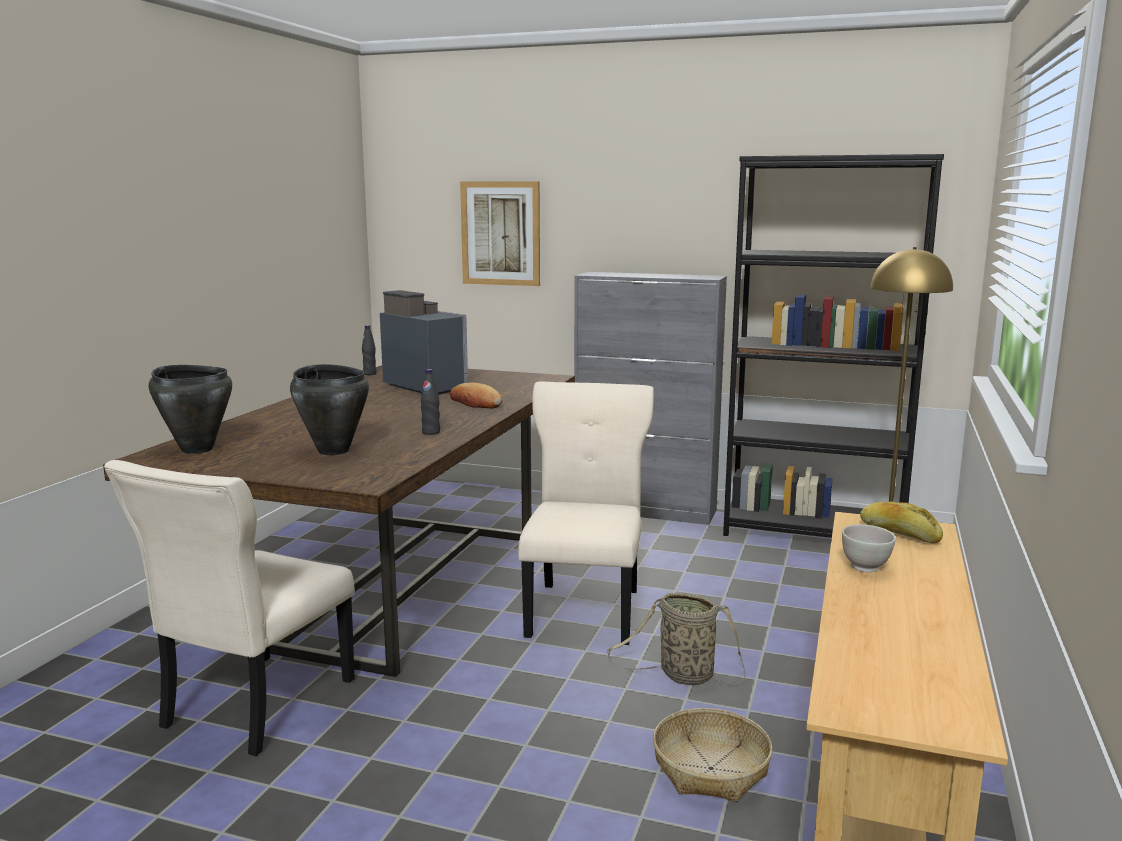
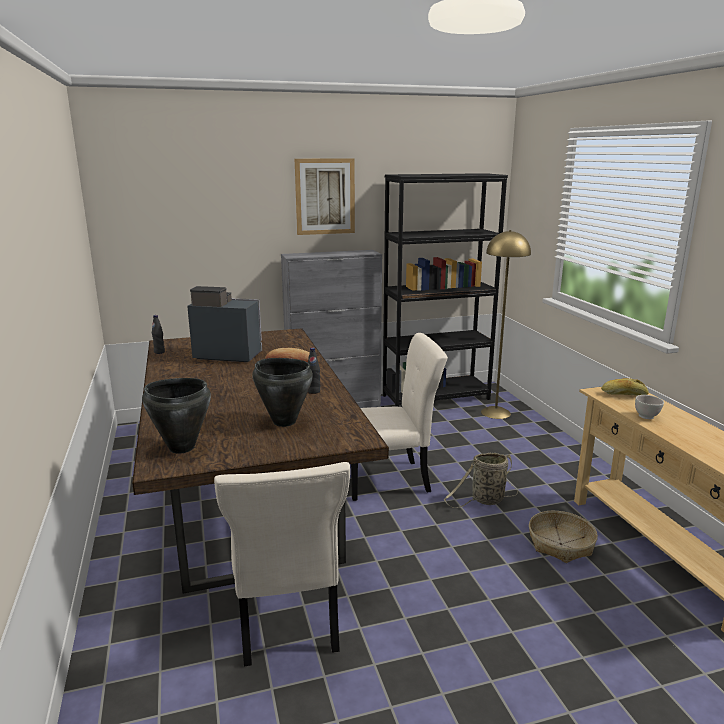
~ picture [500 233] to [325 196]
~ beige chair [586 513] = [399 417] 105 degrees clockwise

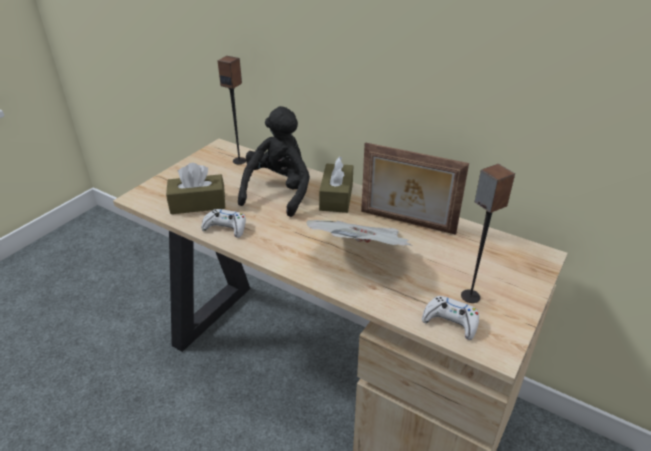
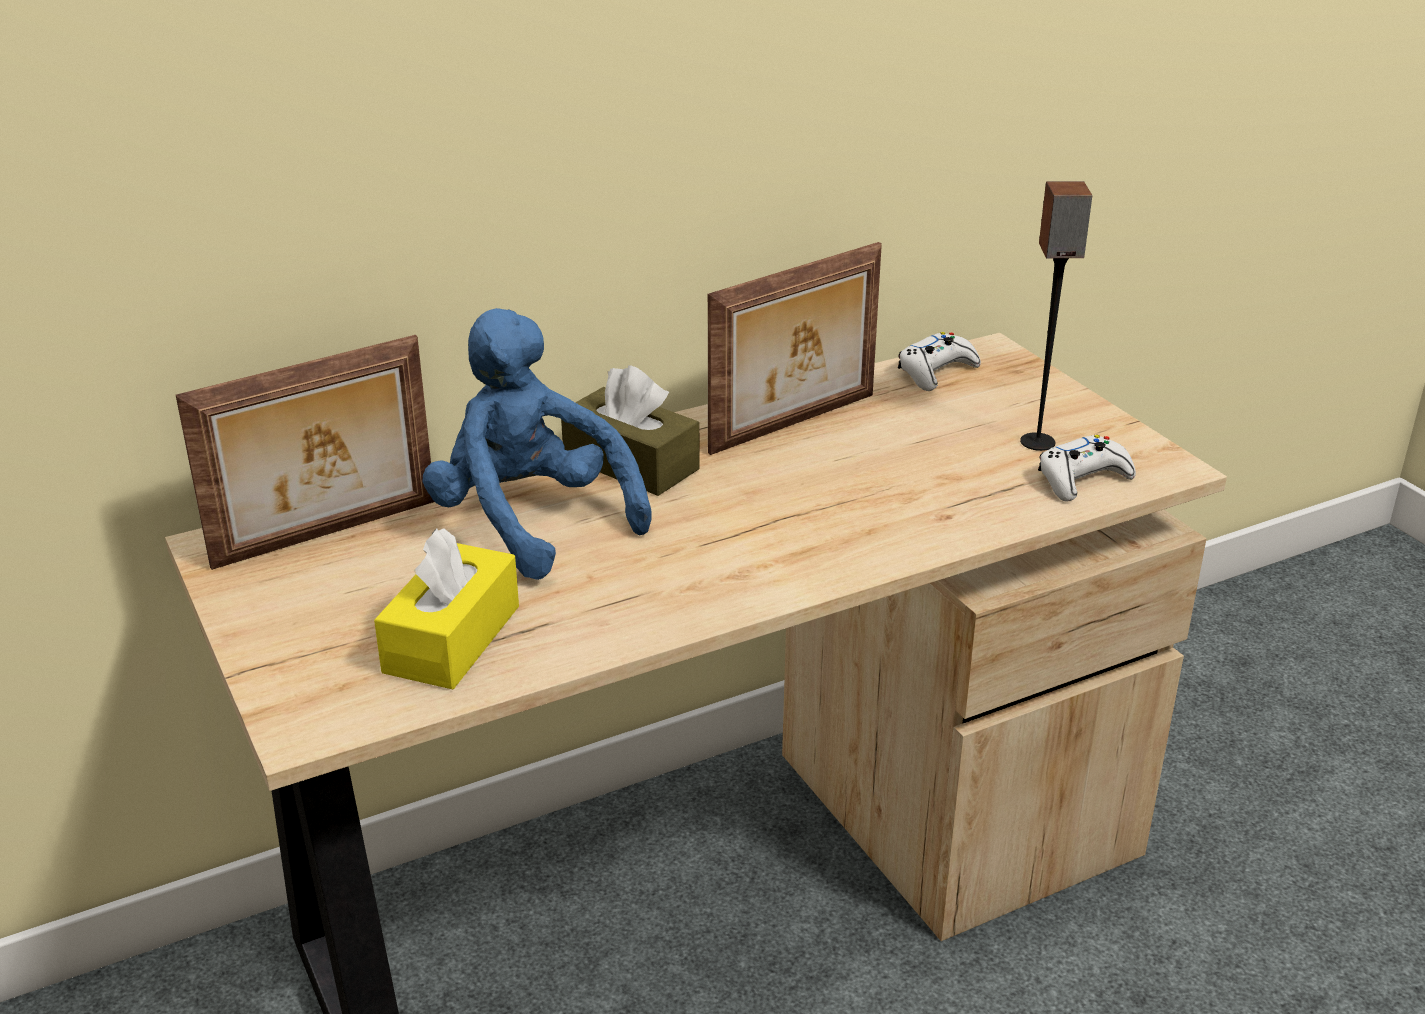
- newspaper [359 233]
~ white game controller [223 223] to [939 361]
~ speaker [232 110] to picture frame [305 452]
~ brown tissue box [195 188] to yellow tissue box [446 609]
~ black plush toy [274 161] to blue plush toy [537 444]

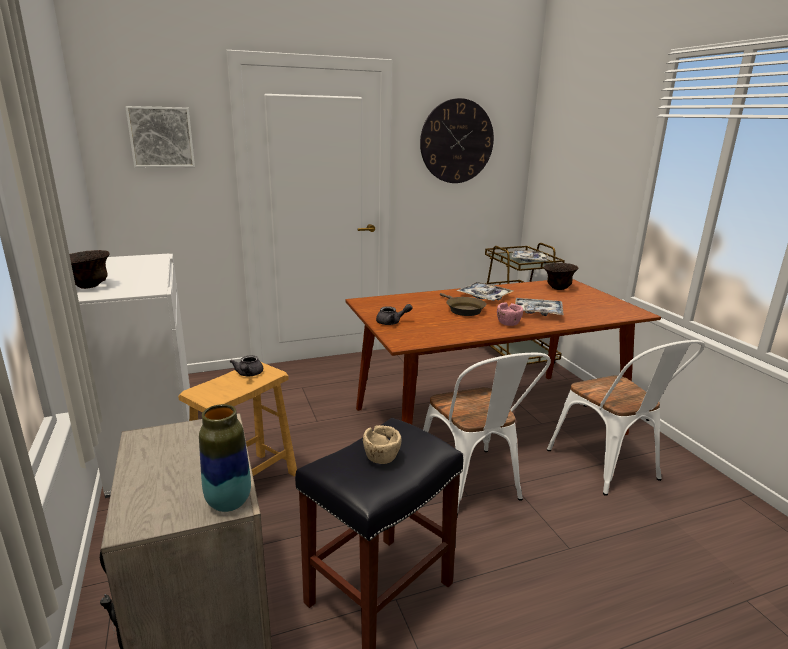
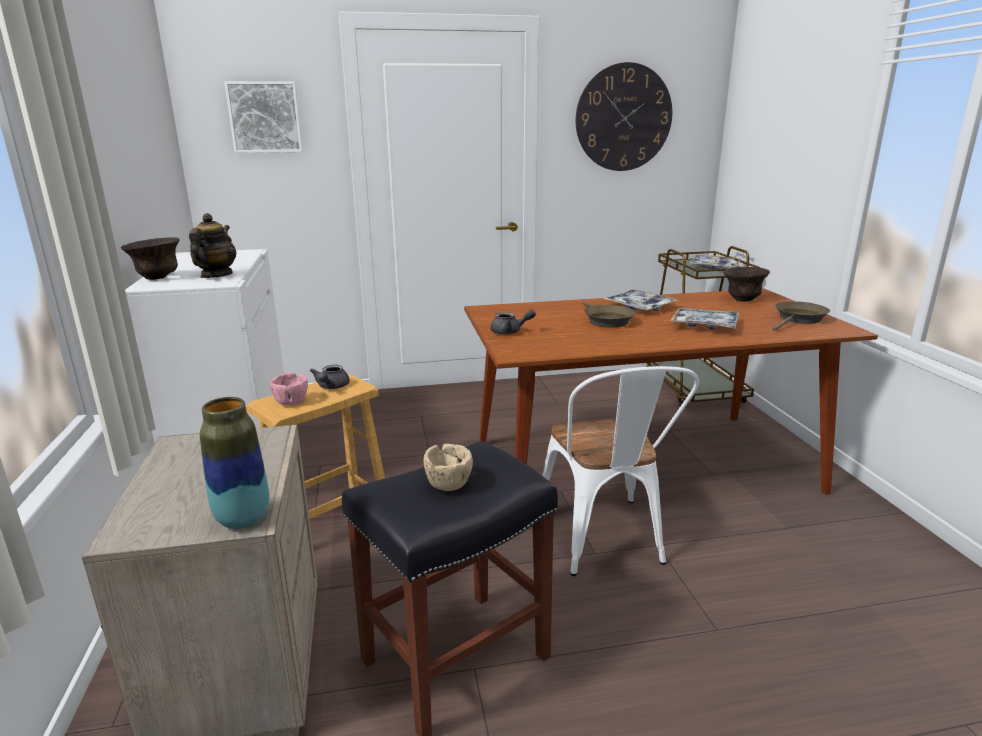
- white chair [626 418]
+ teapot [213 245]
+ brown frying pan [801 316]
~ pink bowl [510 314] to [289 388]

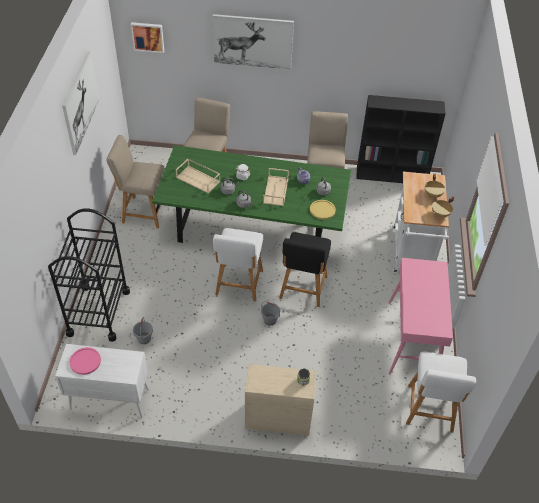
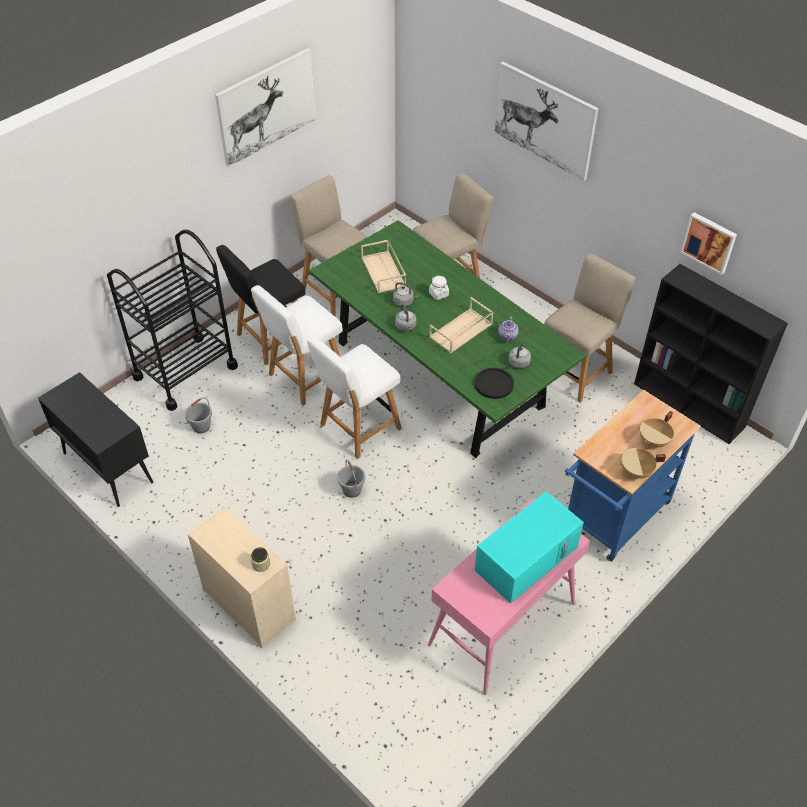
- pink plate [85 361]
+ turquoise microwave [529 547]
~ picture [147 37] to [708 243]
~ black chair [305 269] to [260 305]
~ white chair [441 392] to [297 345]
~ white cabinet [102 381] to black cabinet [95 439]
~ yellow plate [323 210] to black plate [494 383]
~ white cart [420 222] to blue cart [633 476]

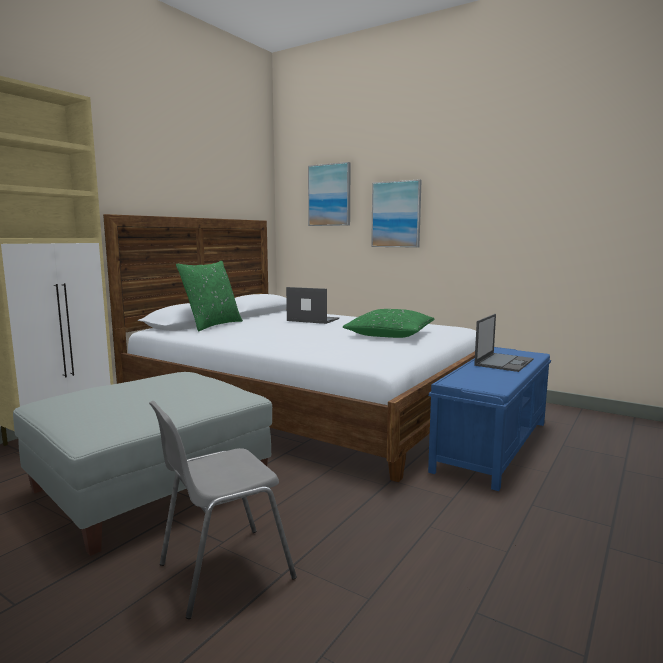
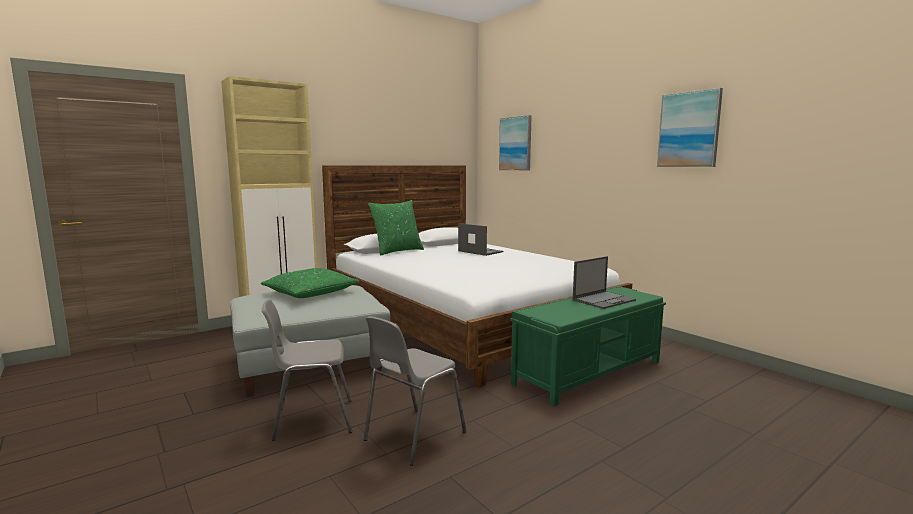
+ grey chair [415 391]
~ green pillow [388 323] to [310 283]
~ picture [396 213] to [690 127]
~ blue bench [489 419] to green bench [588 346]

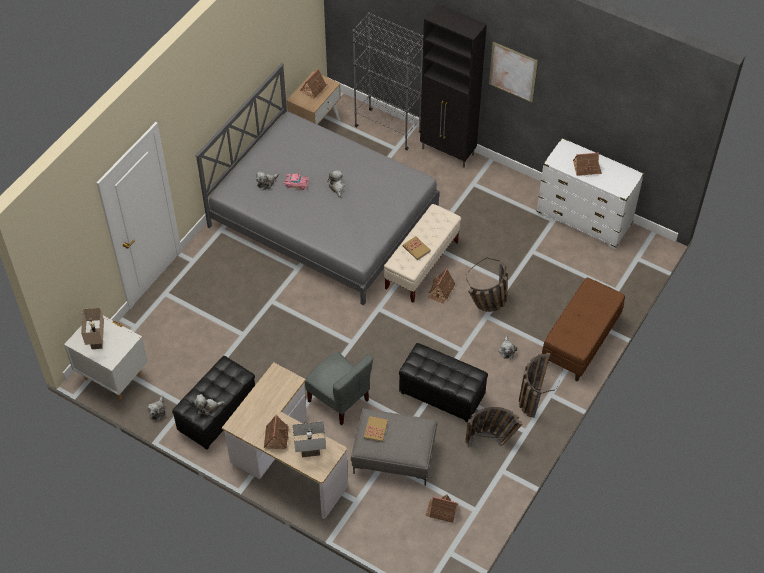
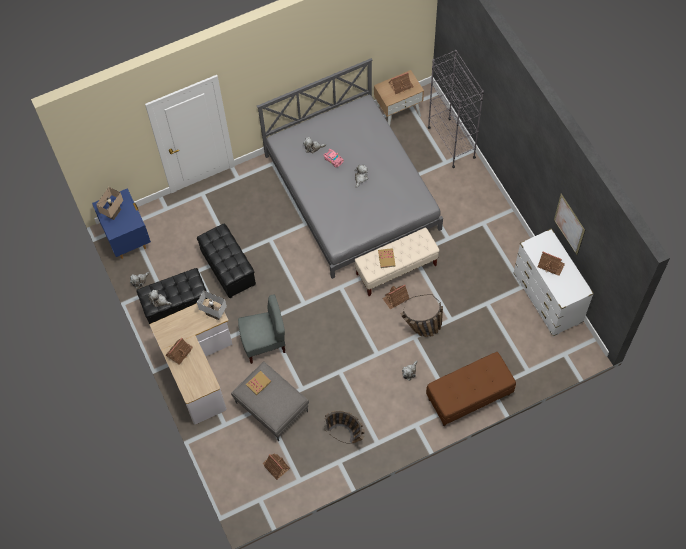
- black cabinet [453 86]
- basket [540 385]
~ white table lamp [309 439] to [212 305]
~ black ottoman [443 383] to [226 260]
~ picture [513 72] to [570 224]
~ white nightstand [106 358] to blue nightstand [121 223]
~ grey chair [339 388] = [262 329] 90 degrees counterclockwise

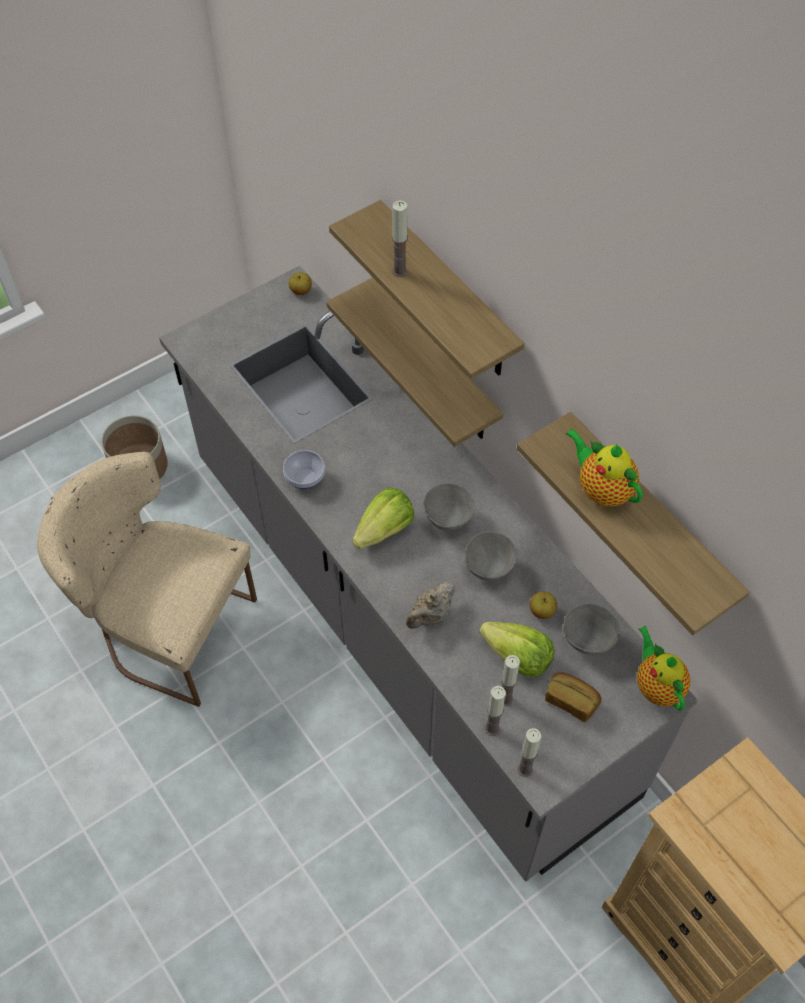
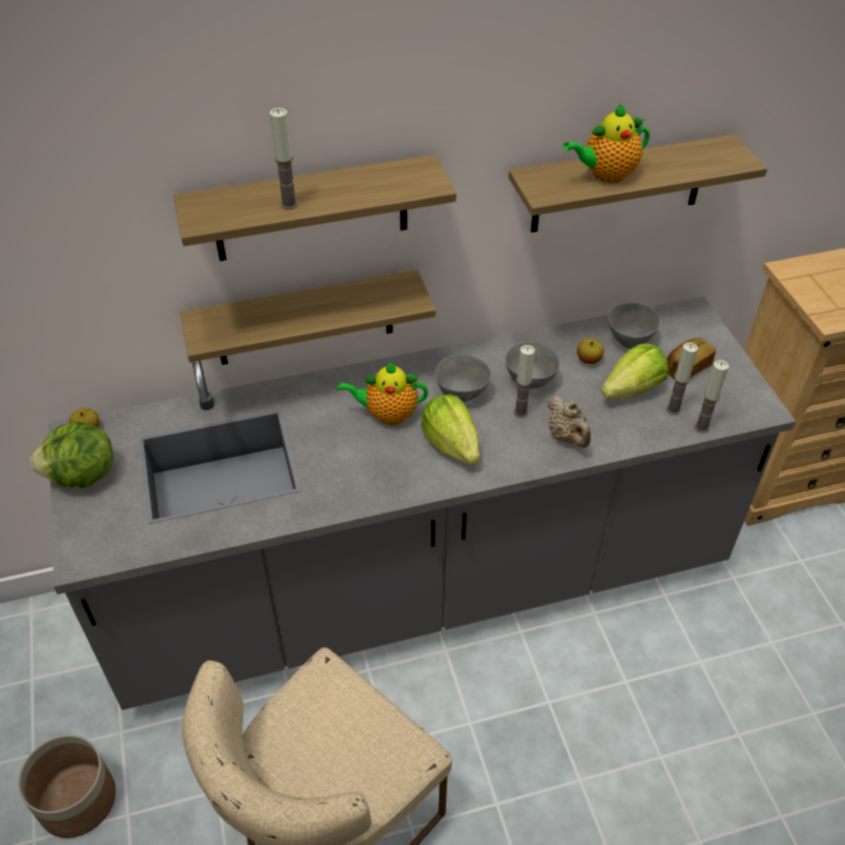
- bowl [304 469]
+ lettuce [71 455]
~ candle [529 752] to [524 381]
~ teapot [663 668] to [382 393]

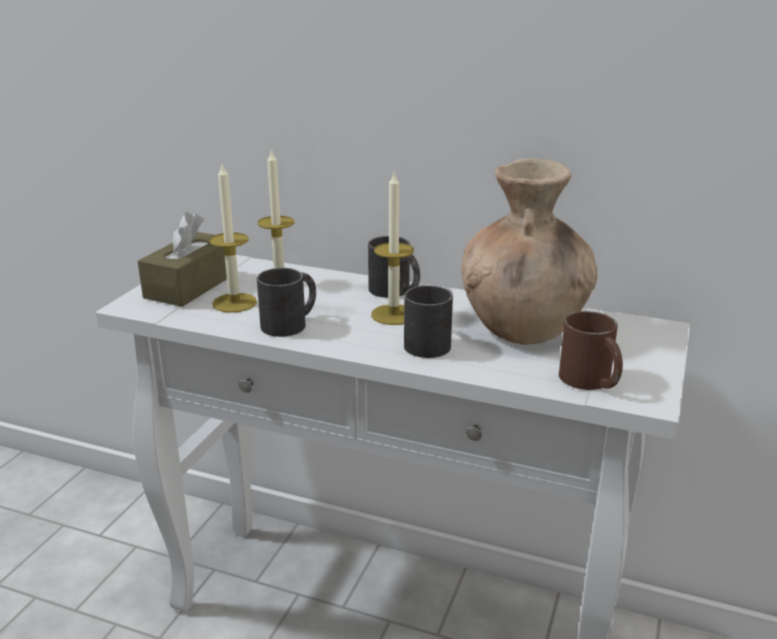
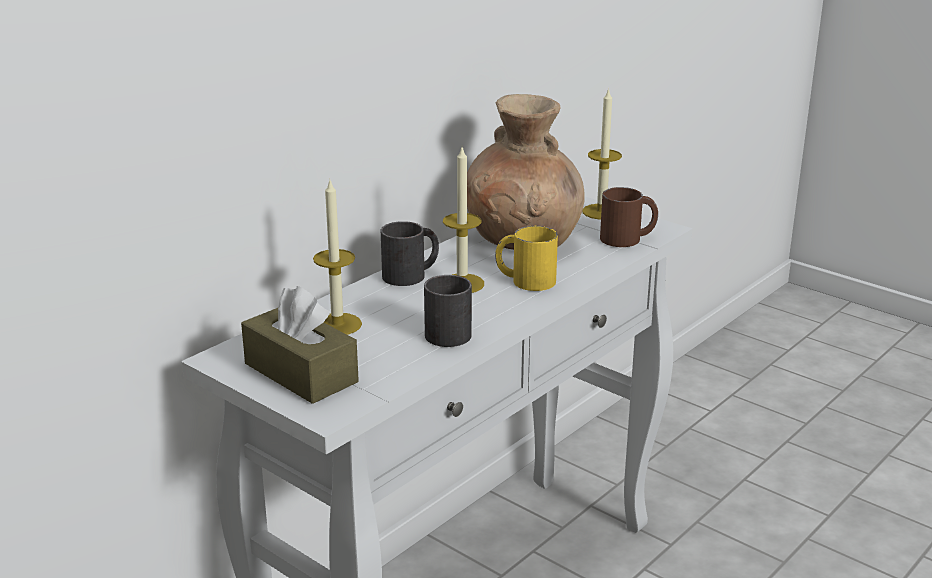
~ candle [233 239] to [602 154]
~ black mug [428 321] to yellow mug [526 258]

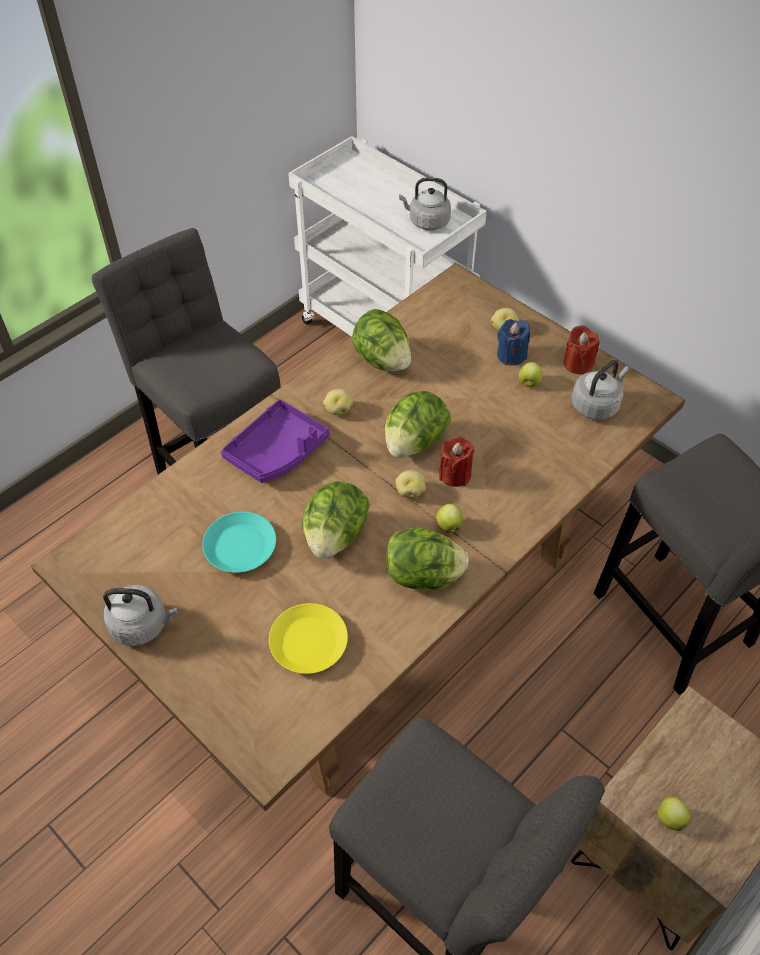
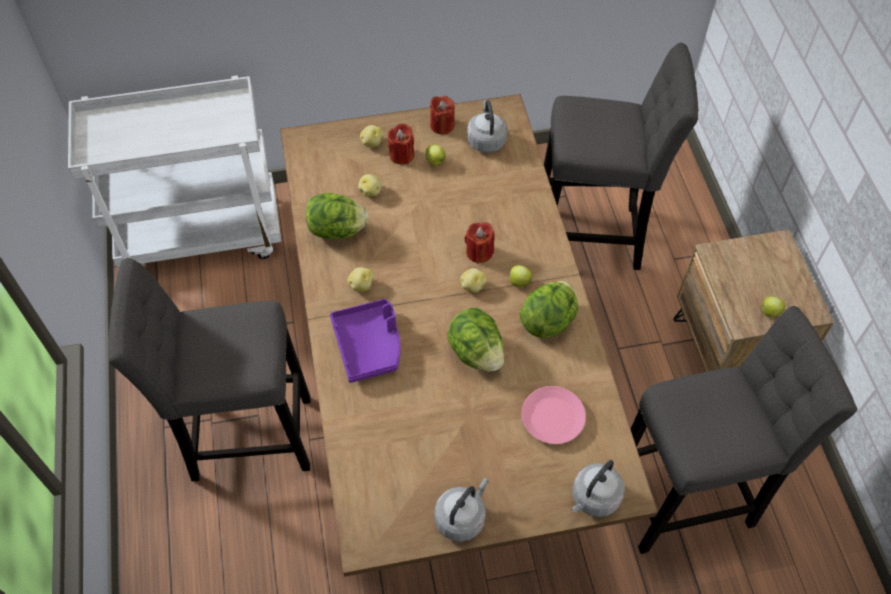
- turquoise plate [239 542]
- lettuce [417 424]
+ potato [370 185]
~ grey kettle [425 204] to [598 488]
~ yellow plate [308 638] to pink plate [554 415]
~ blue candle [513 342] to red candle [401 144]

